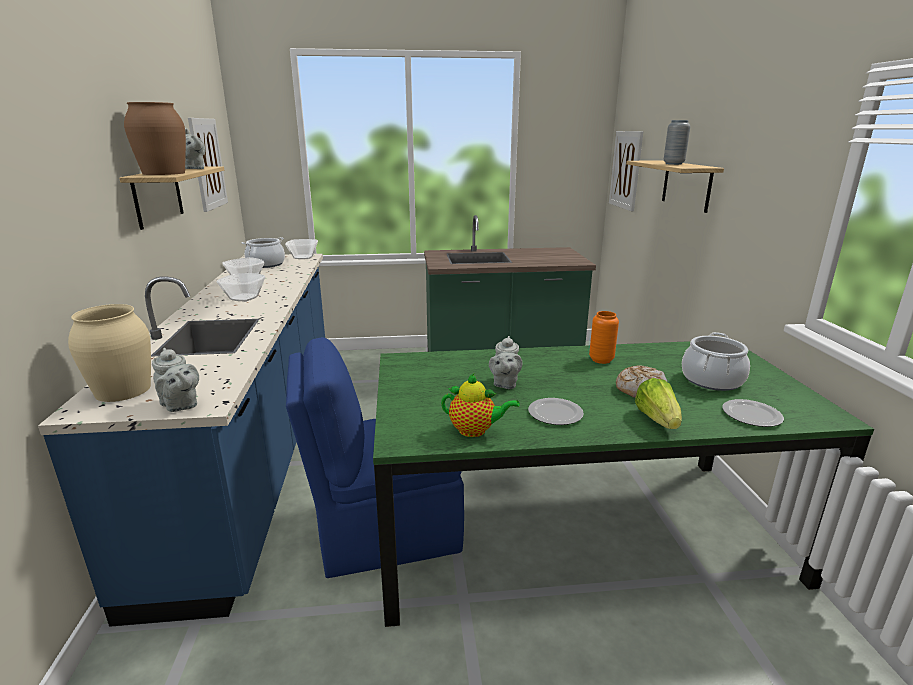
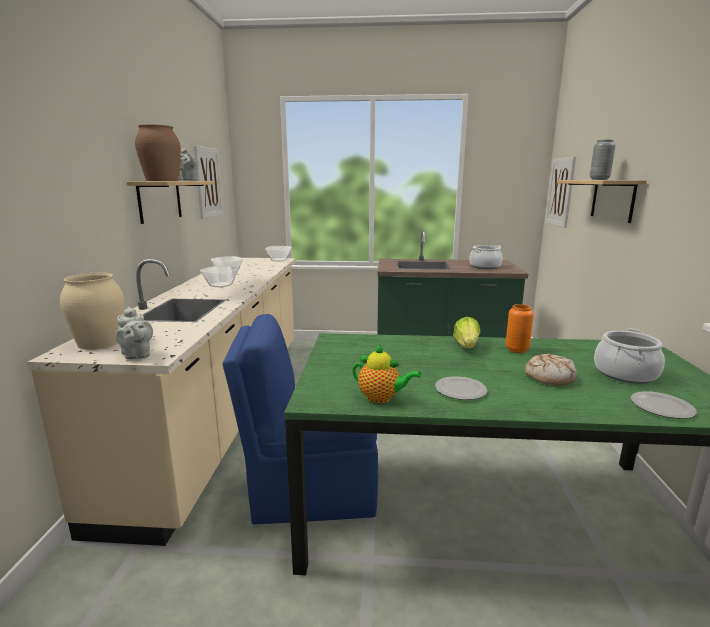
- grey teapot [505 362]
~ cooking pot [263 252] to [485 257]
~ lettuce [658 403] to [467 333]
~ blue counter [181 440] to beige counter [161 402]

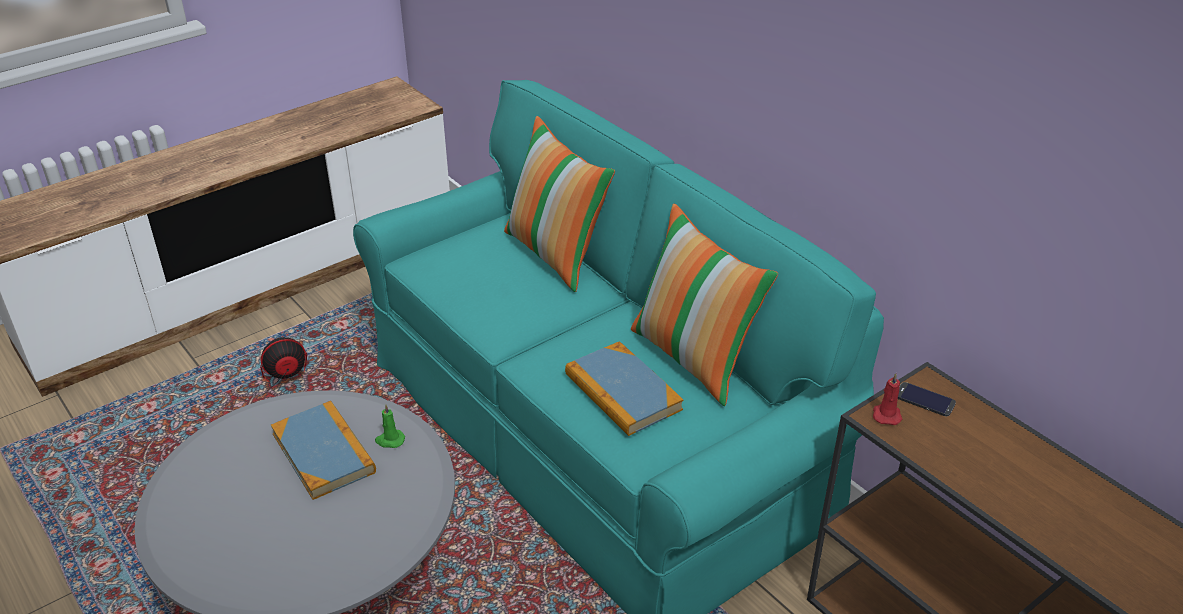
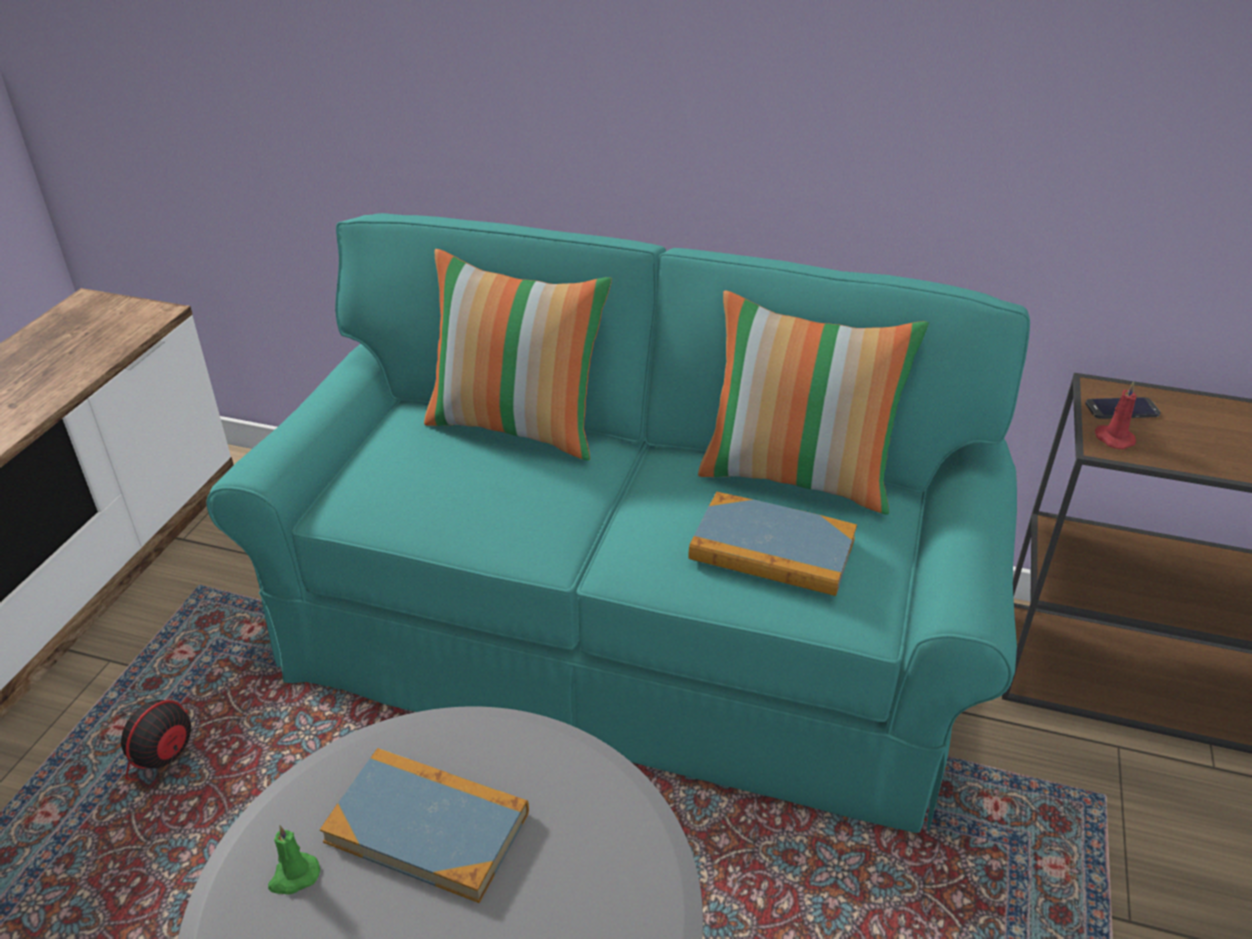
~ green candle [390 426] to [294 860]

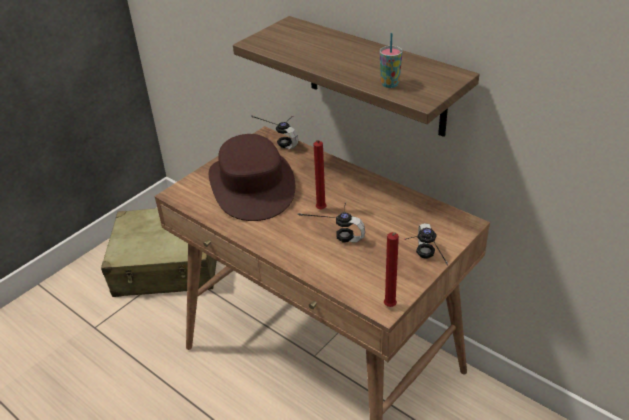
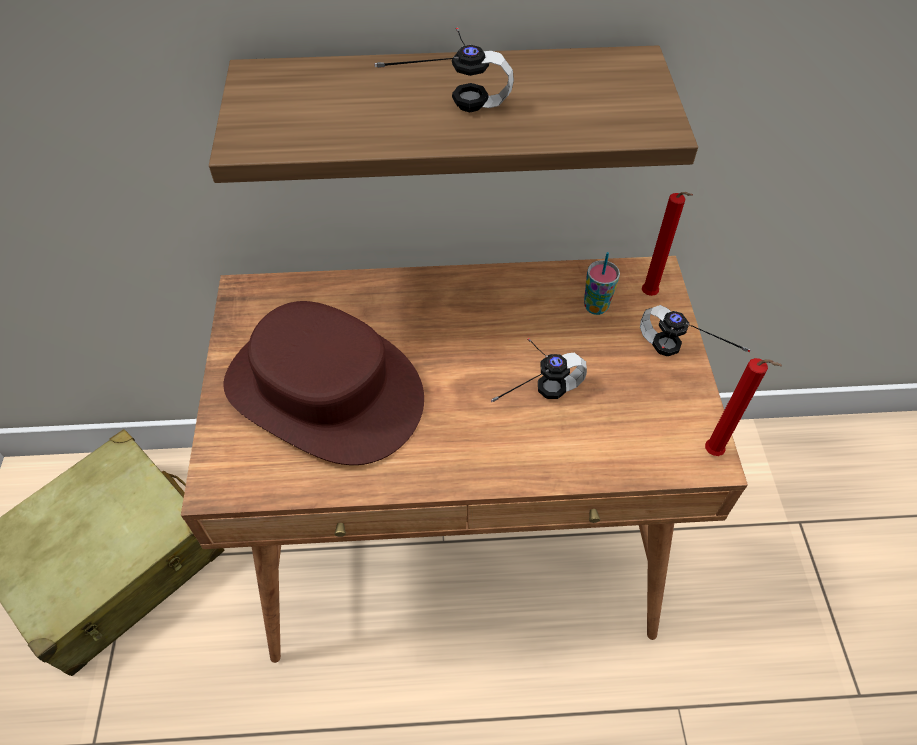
~ headphones [274 132] to [444 70]
~ red candle [320 175] to [667 244]
~ cup [391 60] to [602 283]

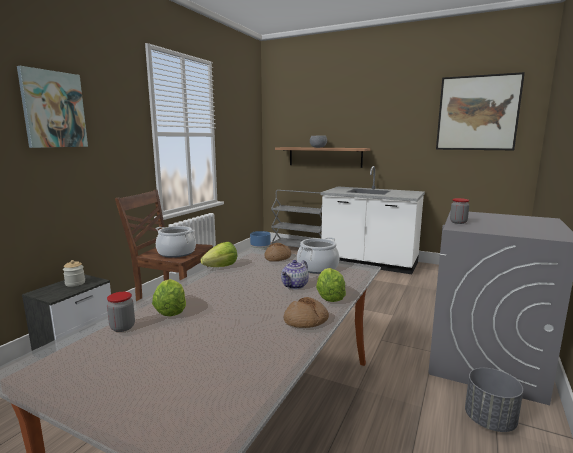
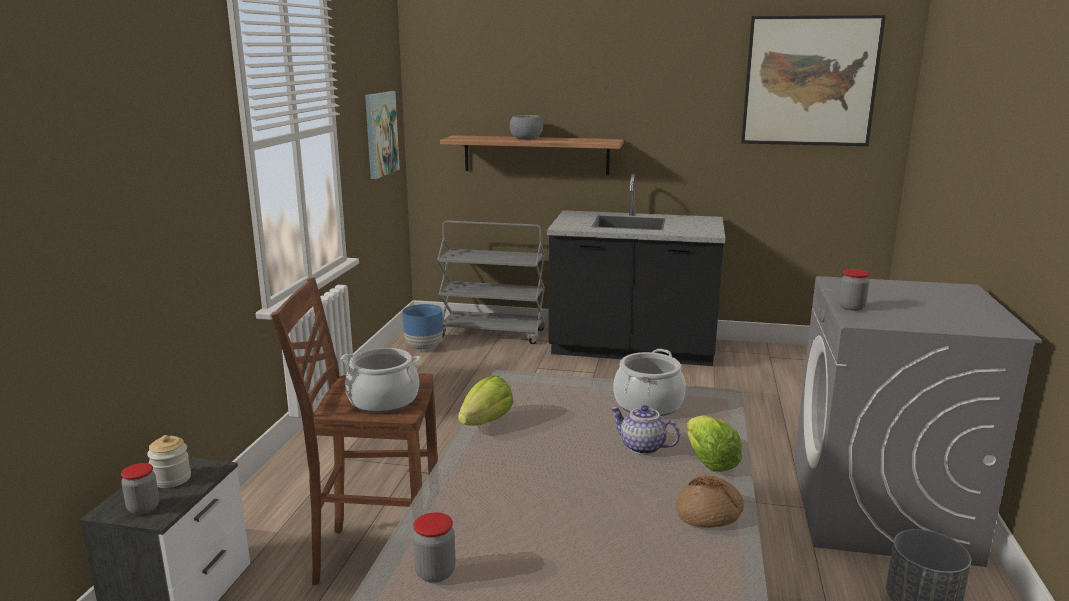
- lettuce [169 298]
- bread [278 252]
+ jar [140 489]
~ picture [52 107] to [382 135]
~ white counter [373 220] to black counter [636 270]
~ teapot [295 274] = [645 430] 105 degrees clockwise

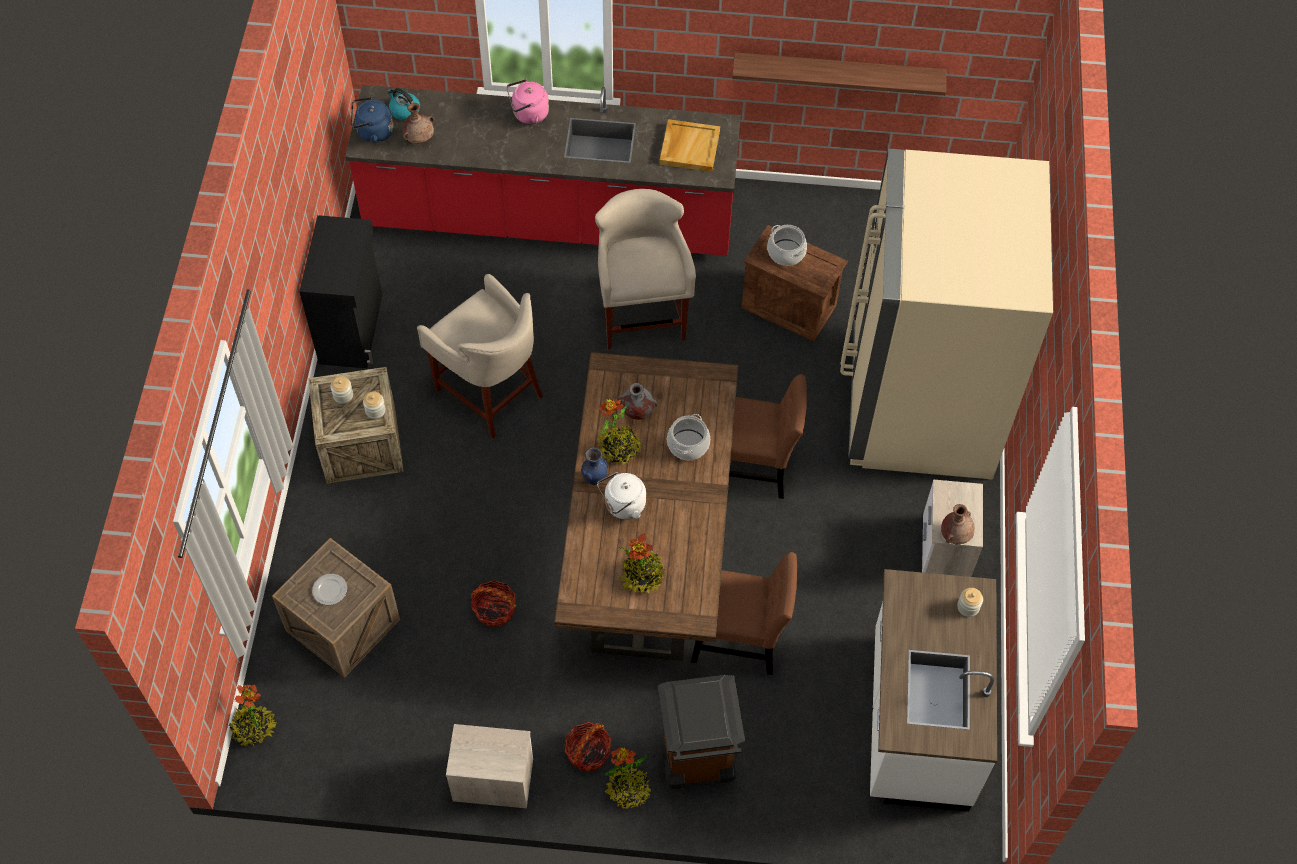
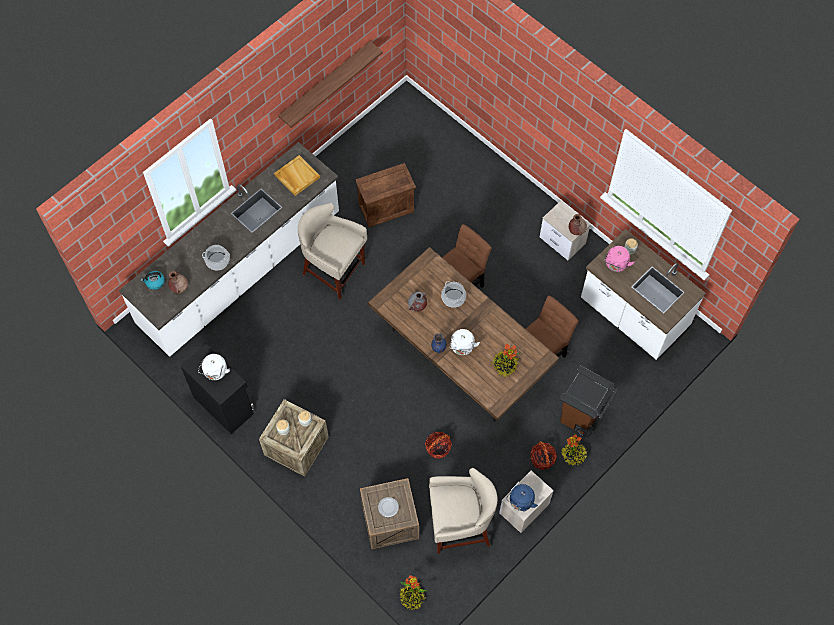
- potted plant [620 432]
- beige fridge [946 314]
+ white kettle [214 367]
~ blue kettle [372 120] to [522 498]
~ beige stool [480 356] to [463 511]
~ pink kettle [528 101] to [620 259]
~ cooking pot [787 245] to [216 257]
~ red counter [543 170] to white counter [229 249]

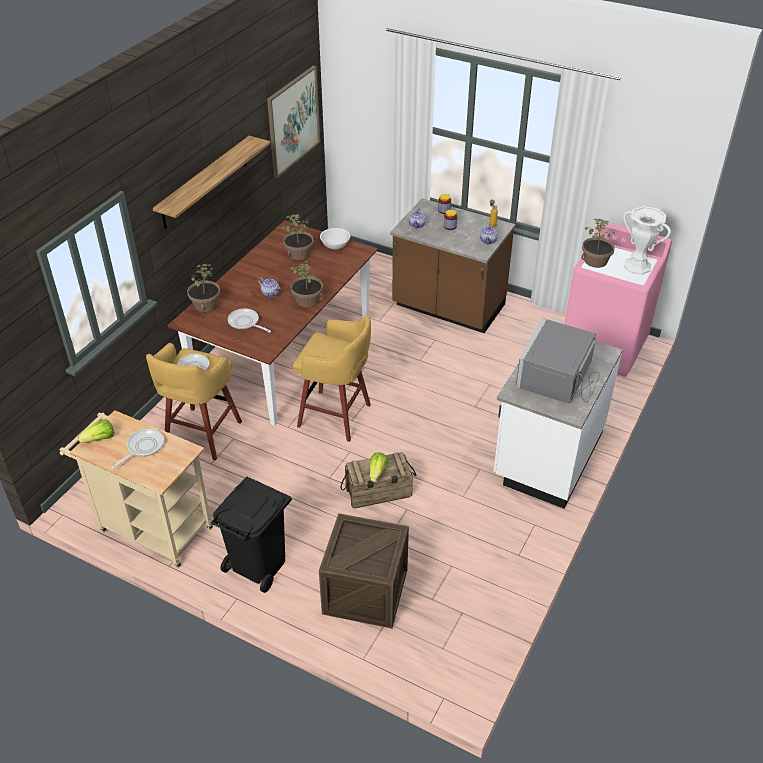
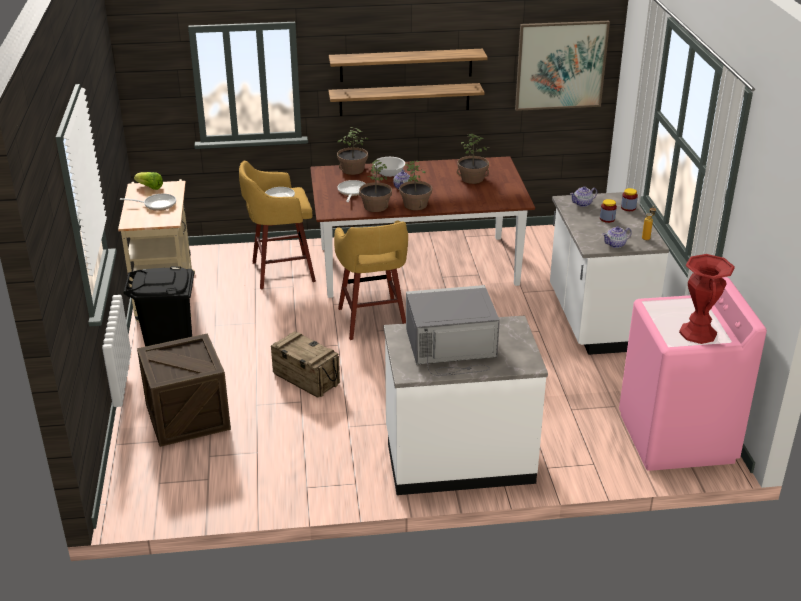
- lettuce [379 467]
+ shelf [406 99]
~ white bowl [335 238] to [389 167]
~ potted plant [599 243] to [375 186]
~ brown counter [452 265] to white counter [609 273]
~ white vase [647 240] to red vase [707 299]

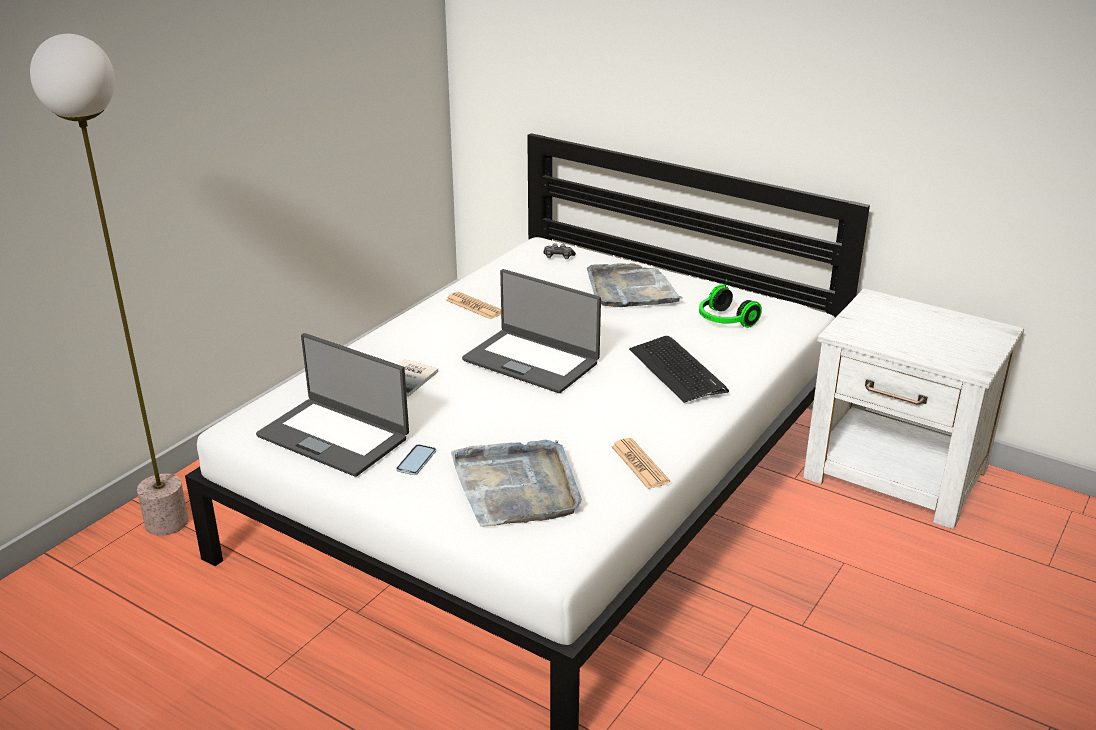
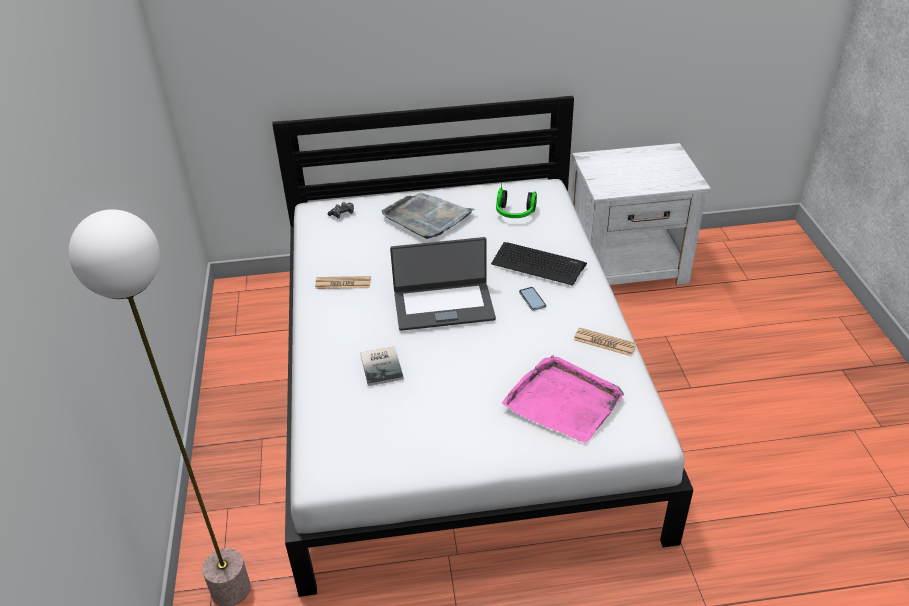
- laptop [332 405]
~ phone [416 459] to [532 299]
~ grey tray [516 483] to pink tray [563 399]

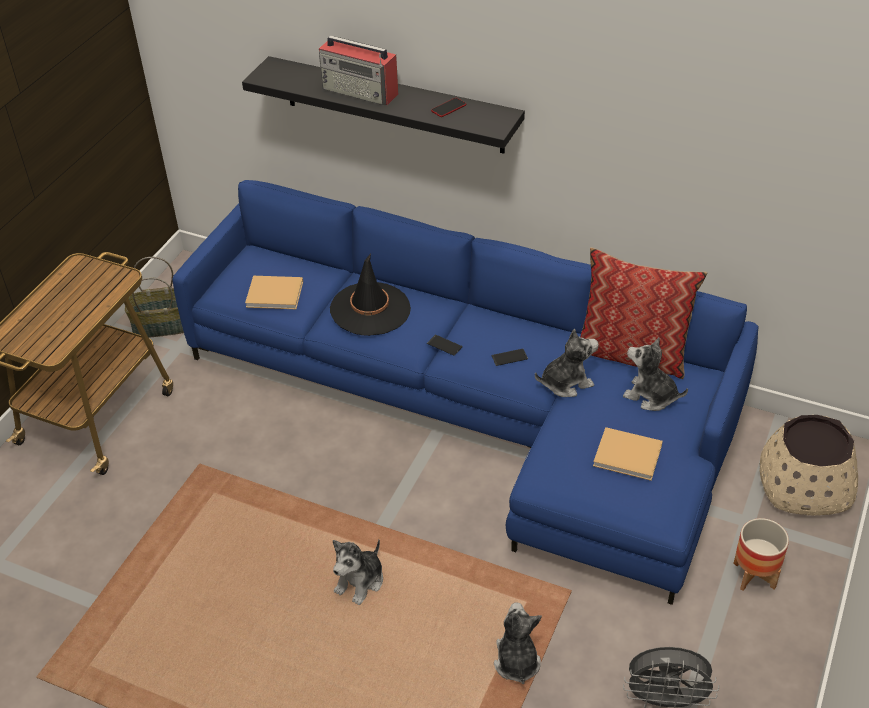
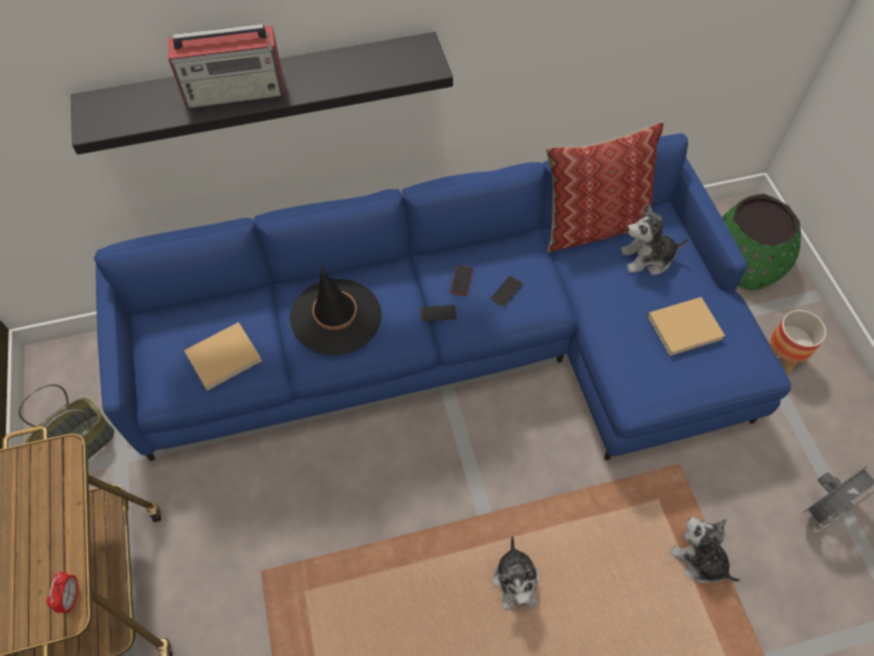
- plush toy [566 363]
+ alarm clock [63 592]
~ phone [448 107] to [462 280]
~ beige planter [809 465] to green planter [761 242]

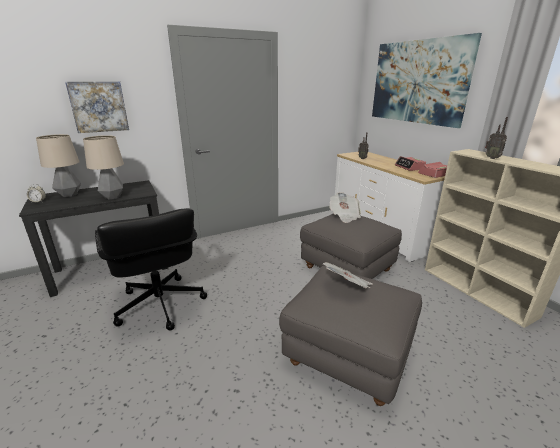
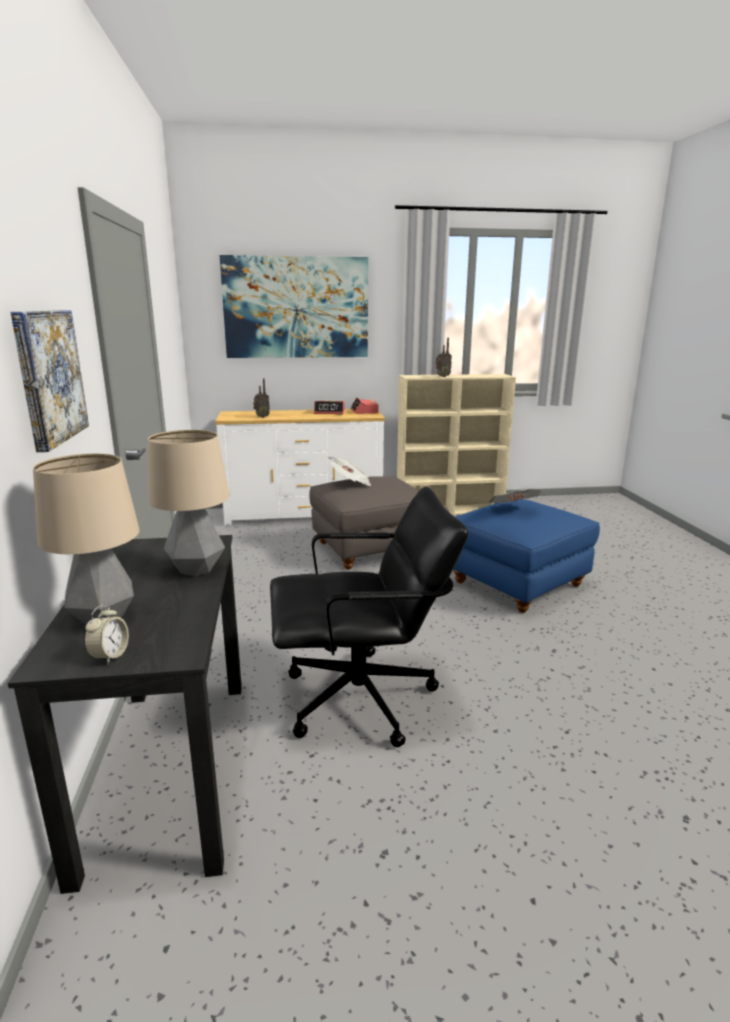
~ grey ottoman [350 335] to blue ottoman [526 556]

